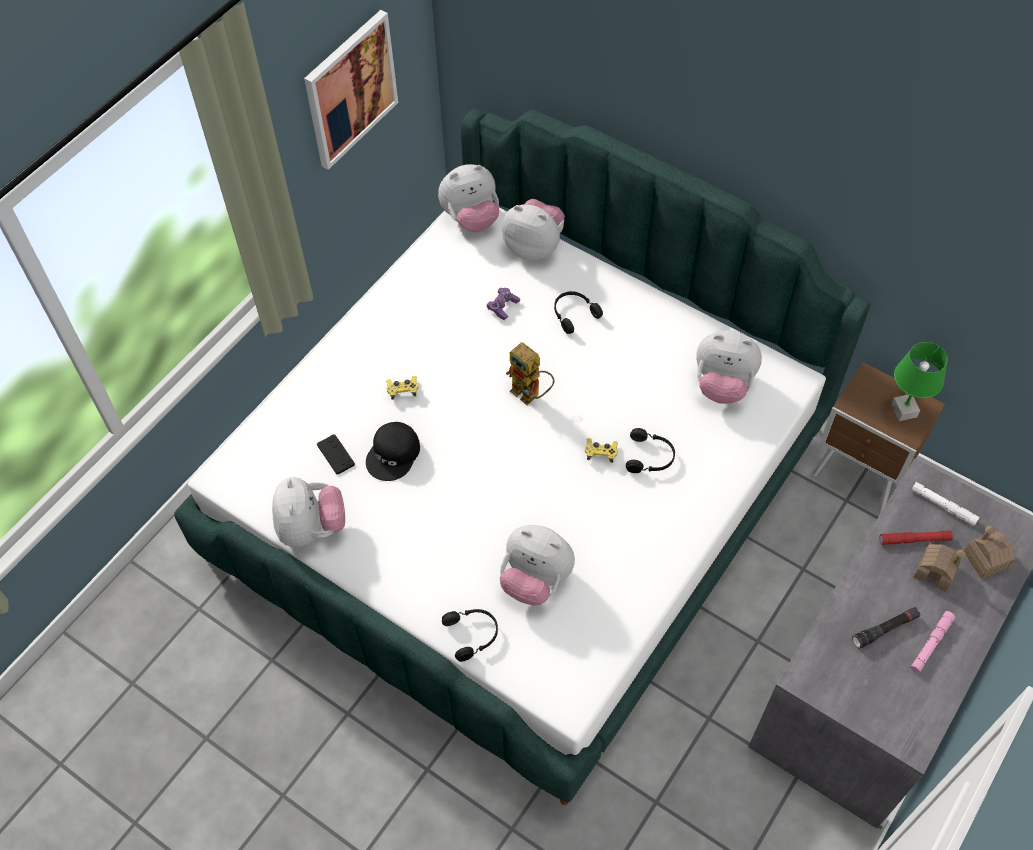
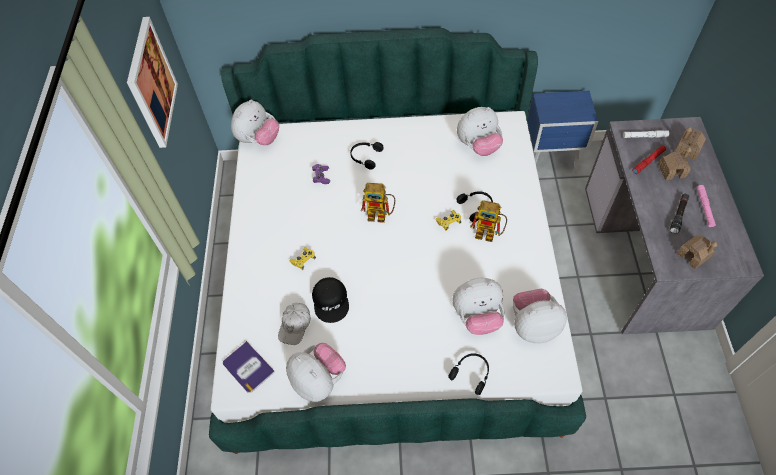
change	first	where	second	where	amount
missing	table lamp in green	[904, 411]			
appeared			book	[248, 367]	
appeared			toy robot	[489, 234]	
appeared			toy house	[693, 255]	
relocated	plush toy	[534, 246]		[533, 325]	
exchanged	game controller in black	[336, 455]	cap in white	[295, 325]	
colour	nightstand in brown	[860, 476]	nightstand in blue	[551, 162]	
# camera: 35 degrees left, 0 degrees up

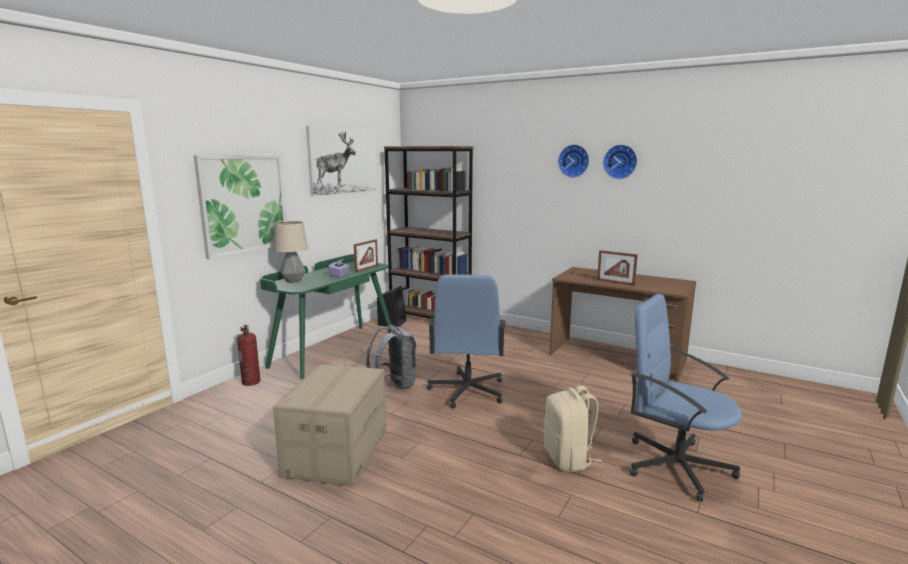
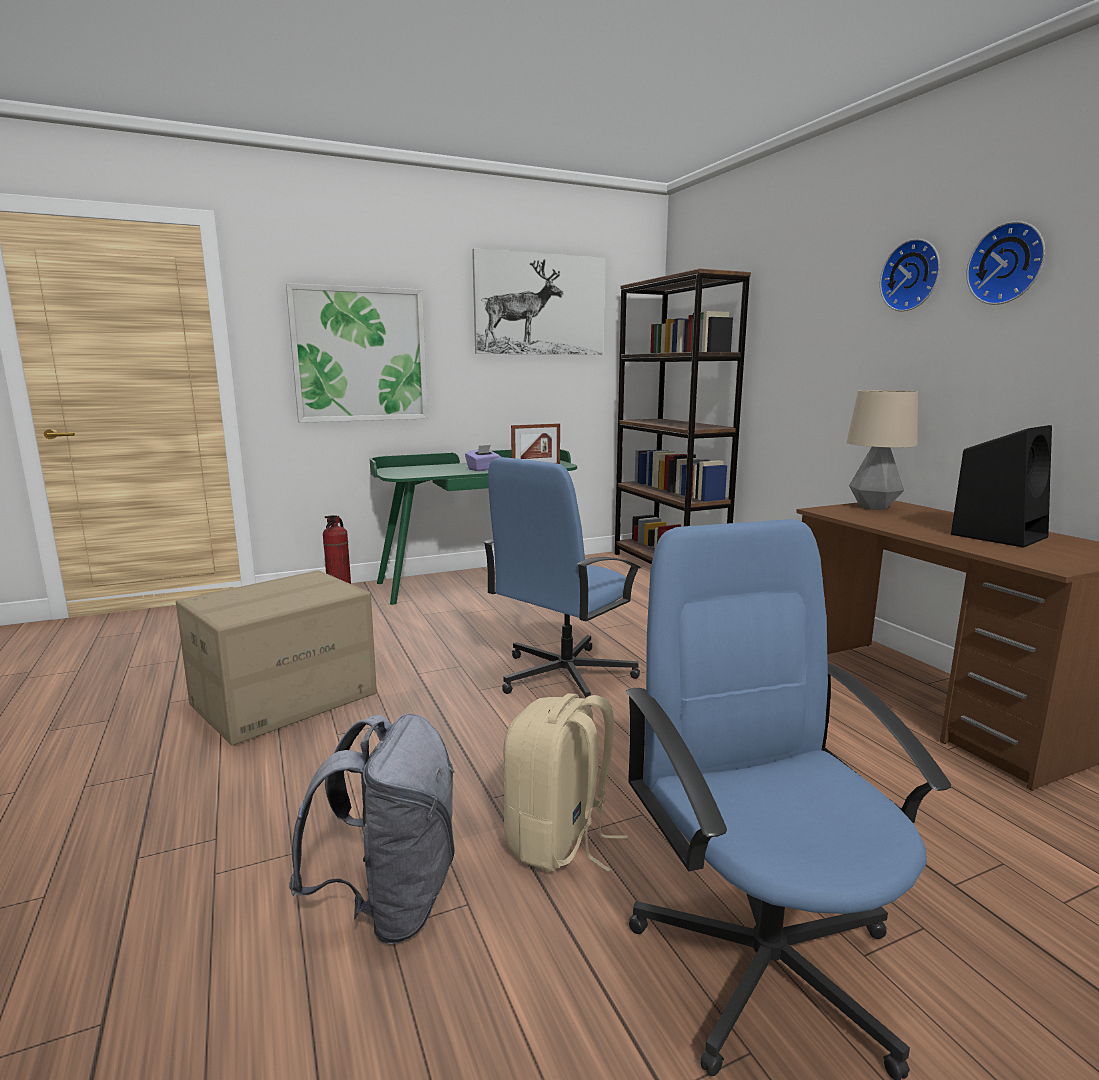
change	first	where	second	where	amount
missing	picture frame	[615, 282]			
relocated	table lamp	[293, 281]		[874, 507]	
relocated	backpack in grey	[394, 385]		[391, 902]	
relocated	speaker in black	[392, 322]		[999, 535]	
# camera: 35 degrees right, 0 degrees up

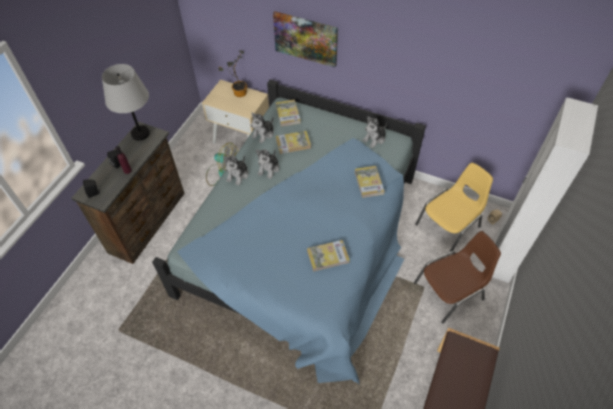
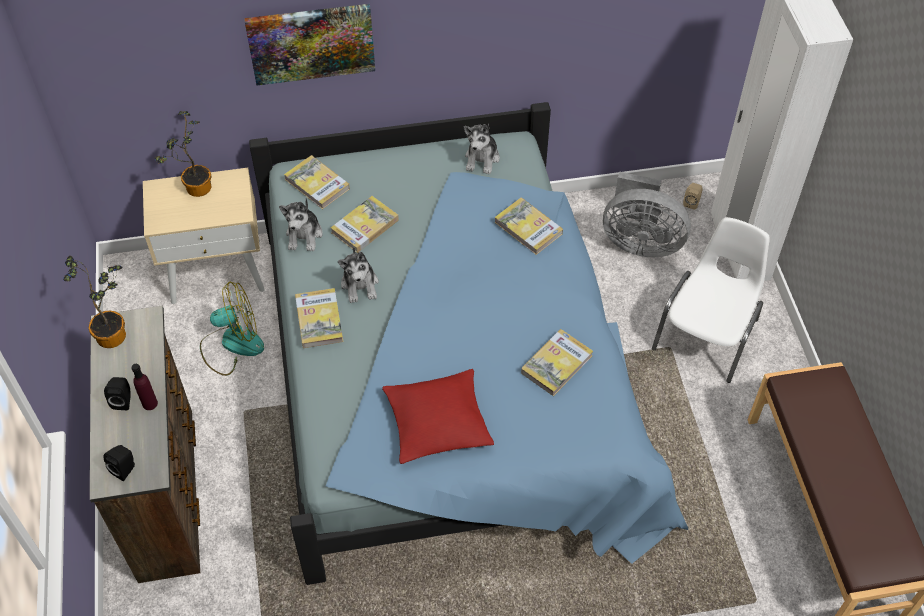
change	first	where	second	where	amount
appeared			pillow in red	[437, 422]	
exchanged	table lamp in grey	[140, 133]	potted plant	[114, 333]	
exchanged	plush toy	[238, 175]	book	[319, 320]	
exchanged	chair in yellow	[449, 226]	fan in grey	[640, 242]	
colour	chair in brown	[450, 291]	chair in white	[707, 334]	
# camera: 35 degrees left, 0 degrees up

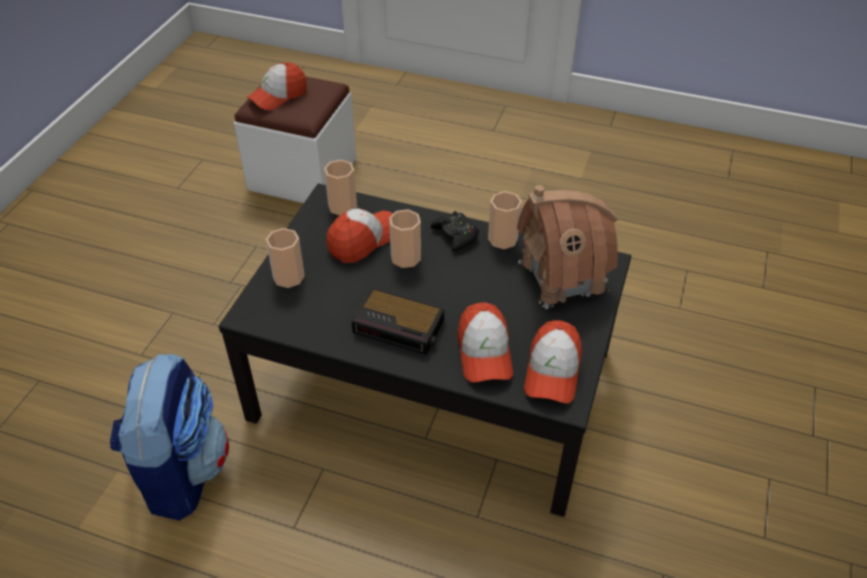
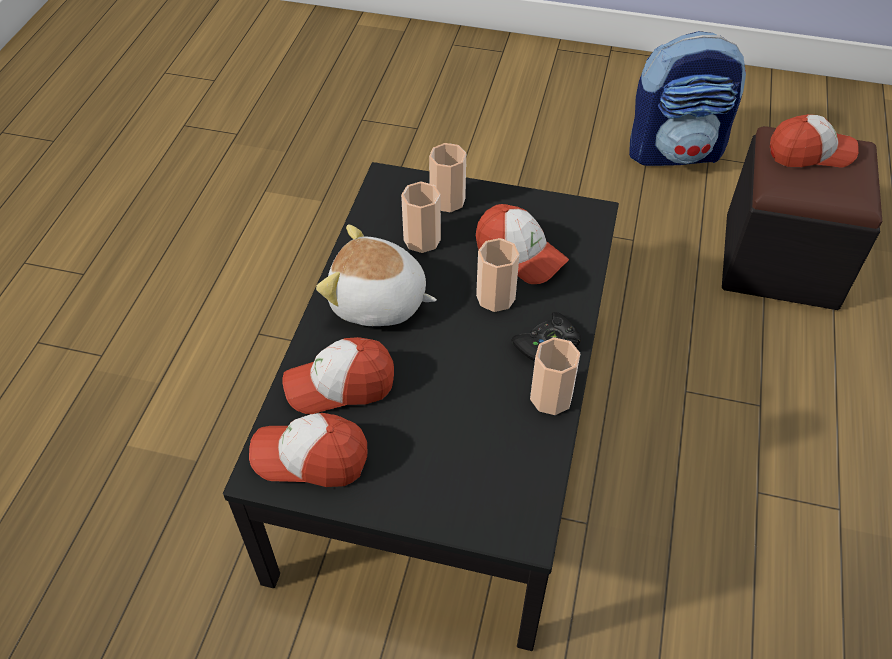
change	first	where	second	where	amount
missing	toy house	[562, 276]			
relocated	backpack	[182, 471]		[675, 151]	
relocated	cup	[342, 206]		[422, 240]	
exchanged	alarm clock	[400, 327]	plush toy	[378, 302]	
colour	ottoman in white	[302, 174]	ottoman in black	[780, 261]	
spun	cap	[278, 96]		[810, 153]	135 degrees clockwise
# camera: 85 degrees right, 5 degrees up

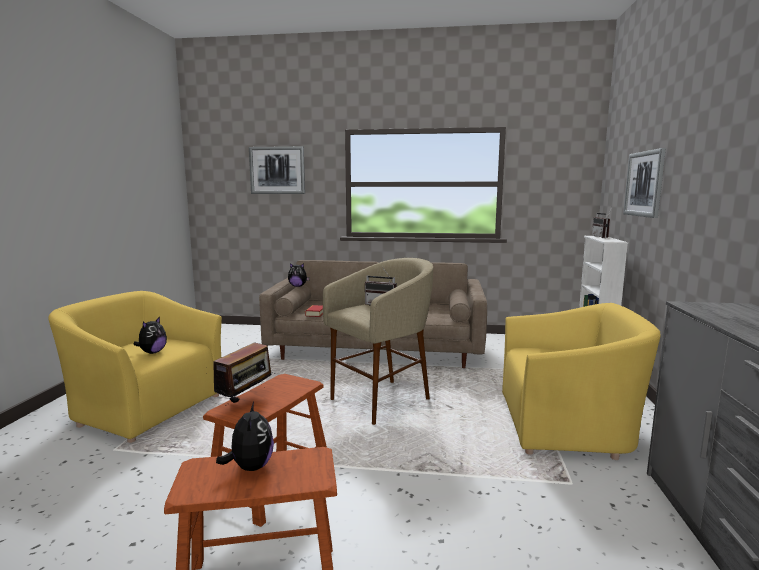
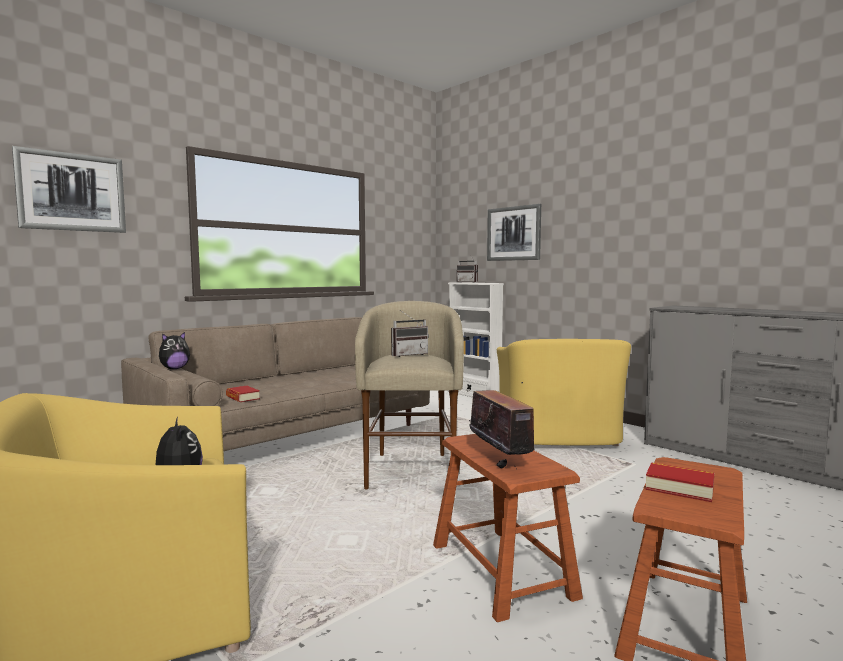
change	first	where	second	where	amount
exchanged	plush toy	[250, 467]	book	[679, 488]	
spun	armchair in yellow	[566, 426]		[558, 437]	135 degrees clockwise
# camera: 50 degrees left, 5 degrees down

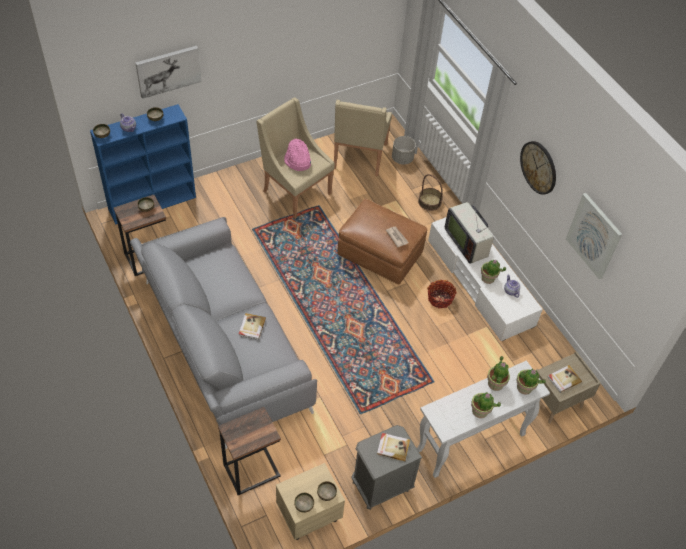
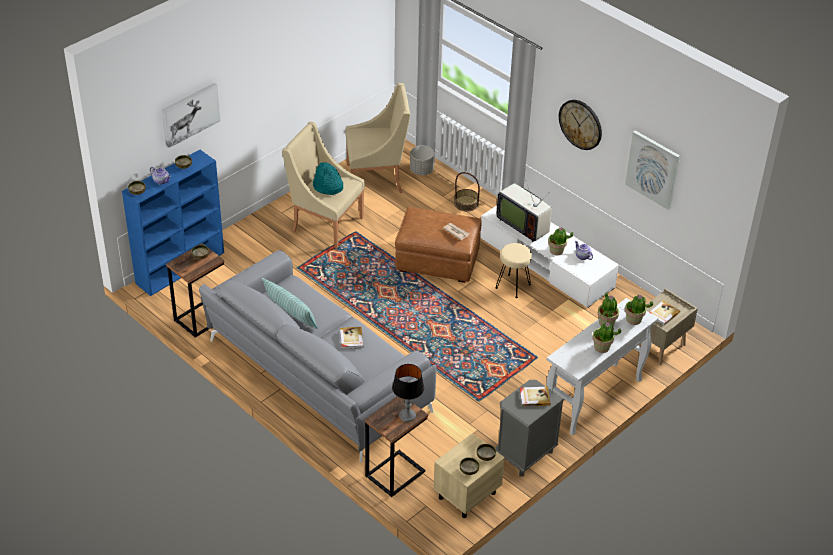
change	first	where	second	where	amount
appeared			pillow	[290, 314]	
appeared			table lamp	[407, 415]	
exchanged	basket	[440, 299]	stool in beige	[513, 286]	
colour	hat in pink	[297, 161]	hat in turquoise	[327, 187]	
spun	armchair in beige	[359, 157]		[377, 179]	90 degrees counterclockwise
# camera: 15 degrees left, 10 degrees down

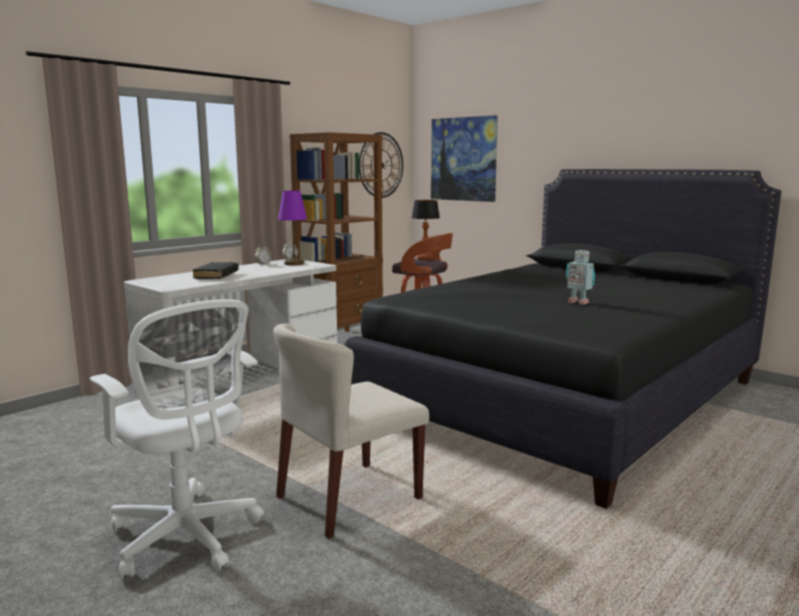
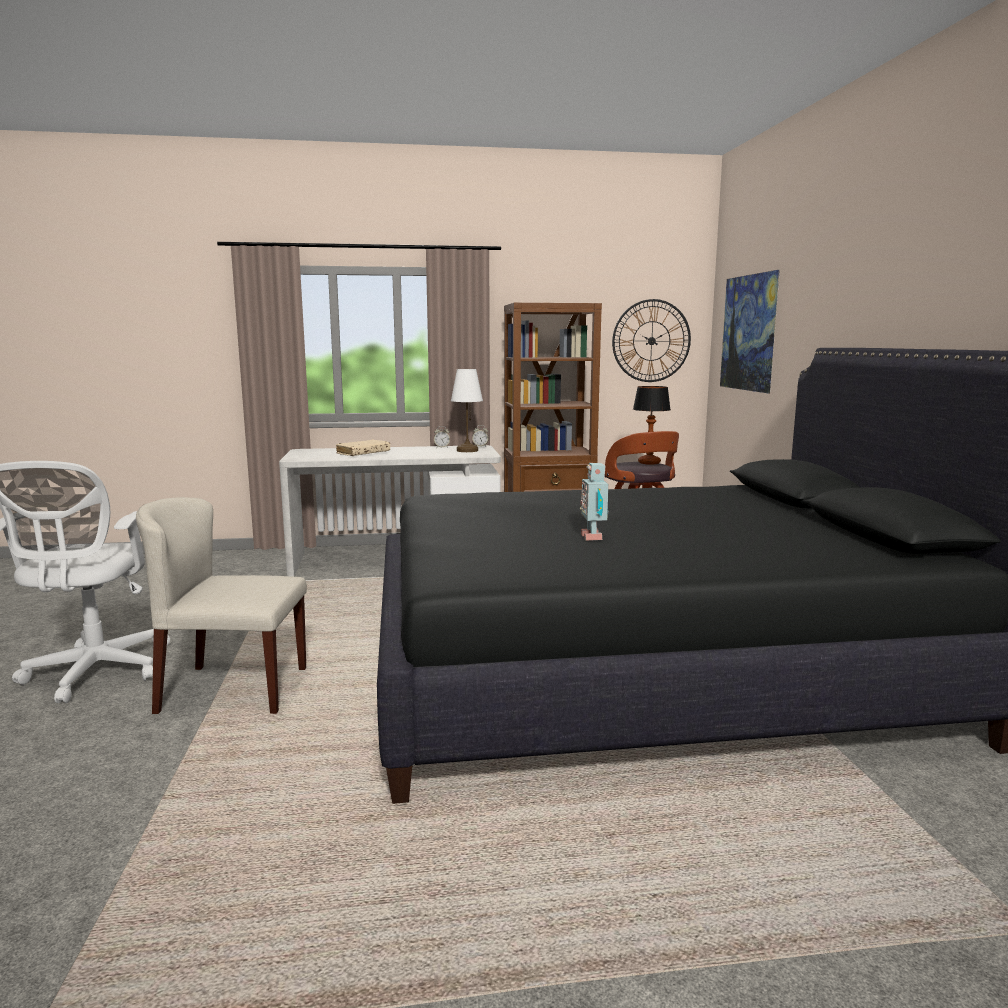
change	first	where	second	where	amount
colour	book in black	[216, 276]	book in beige	[363, 453]	
colour	table lamp in purple	[294, 264]	table lamp in white	[467, 450]	
# camera: 40 degrees right, 0 degrees up

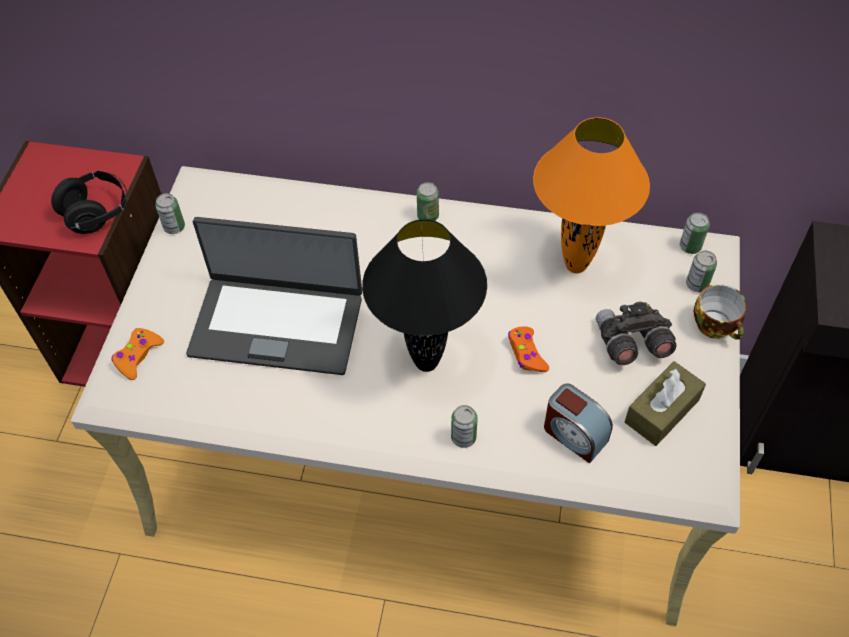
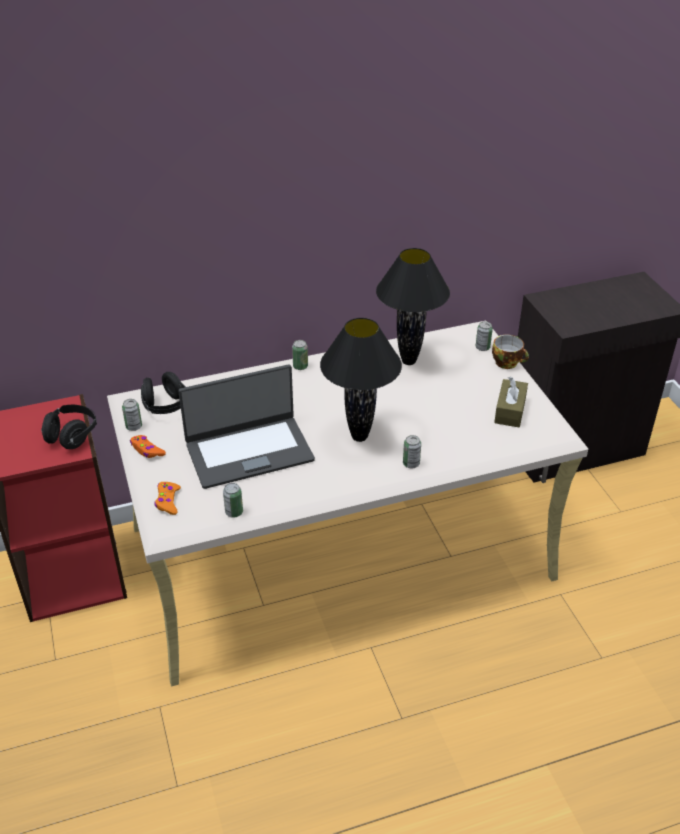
change	first	where	second	where	amount
missing	alarm clock	[574, 435]			
missing	binoculars in grey	[630, 343]			
appeared			headphones in black	[166, 406]	
relocated	game controller in orange	[526, 353]		[147, 450]	
relocated	can	[690, 246]		[234, 512]	
colour	table lamp in orange	[576, 266]	table lamp in black	[409, 361]	
# camera: 30 degrees left, 15 degrees down

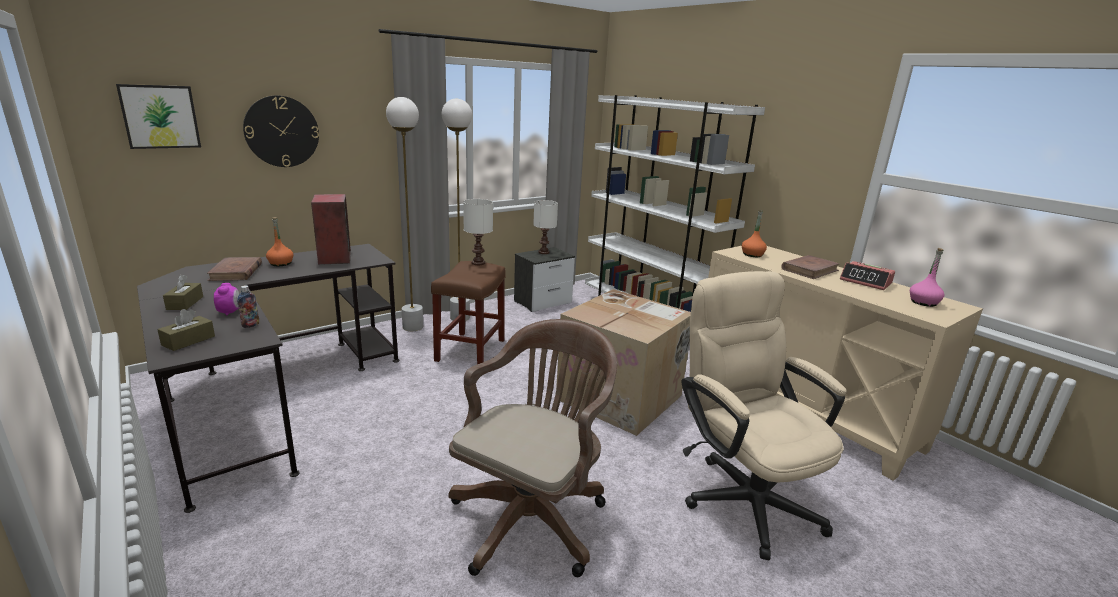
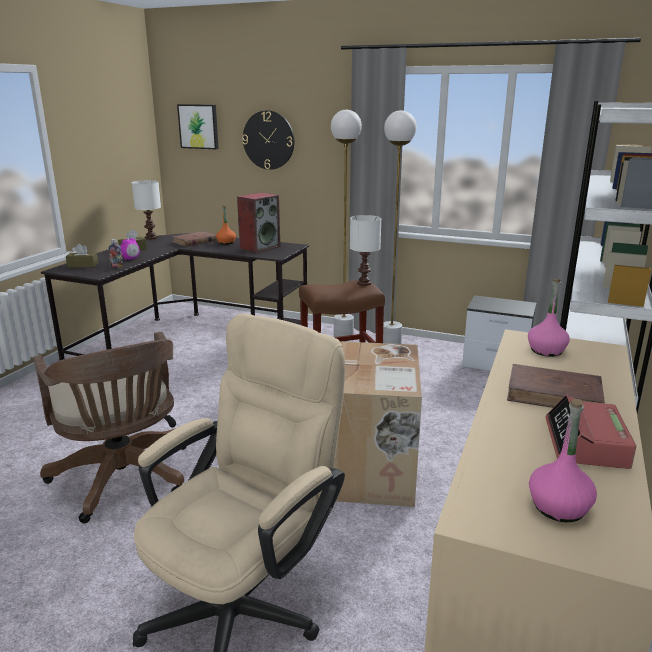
change	first	where	second	where	amount
relocated	table lamp in white	[544, 252]		[150, 238]	
colour	bottle in orange	[752, 254]	bottle in pink	[546, 350]	
spun	office chair in brown	[533, 516]		[124, 480]	60 degrees clockwise
# camera: 60 degrees right, 0 degrees up

